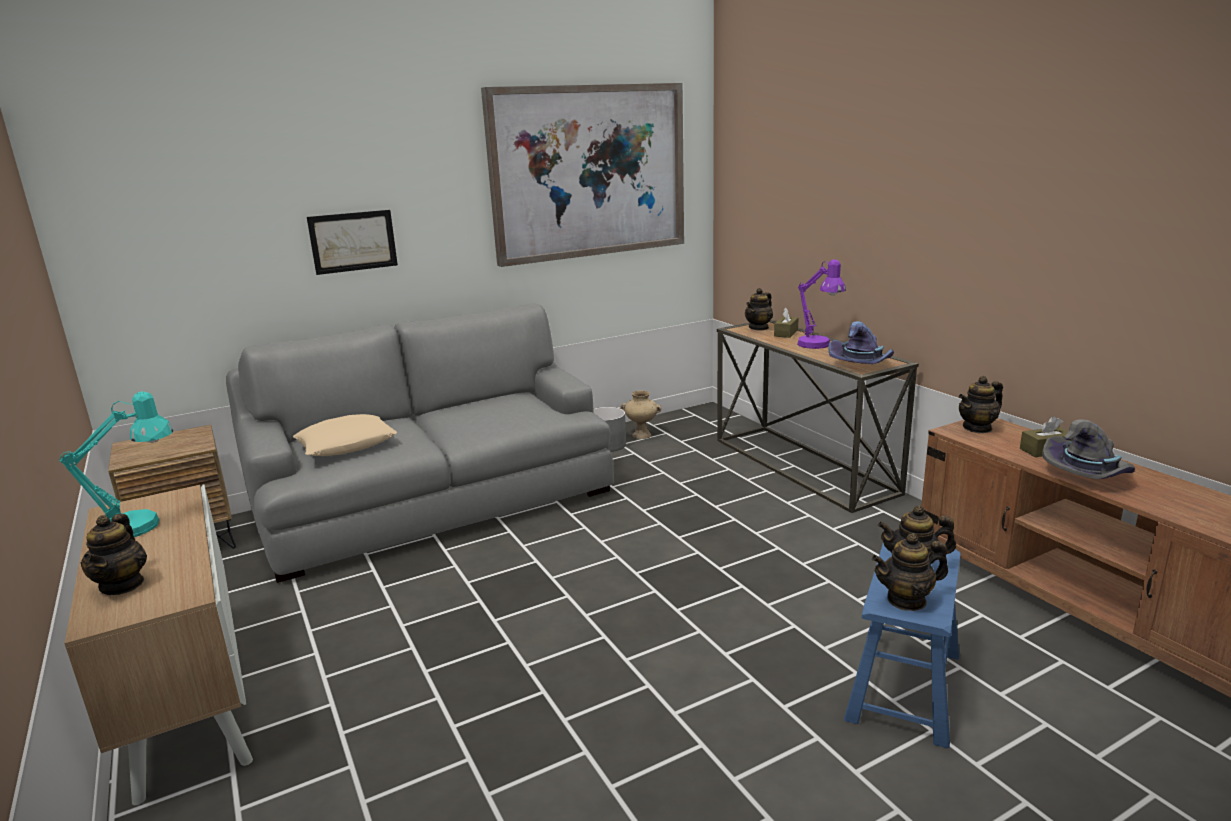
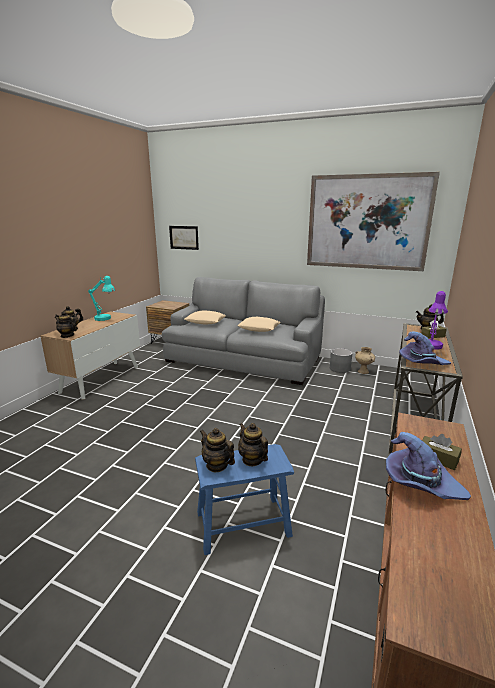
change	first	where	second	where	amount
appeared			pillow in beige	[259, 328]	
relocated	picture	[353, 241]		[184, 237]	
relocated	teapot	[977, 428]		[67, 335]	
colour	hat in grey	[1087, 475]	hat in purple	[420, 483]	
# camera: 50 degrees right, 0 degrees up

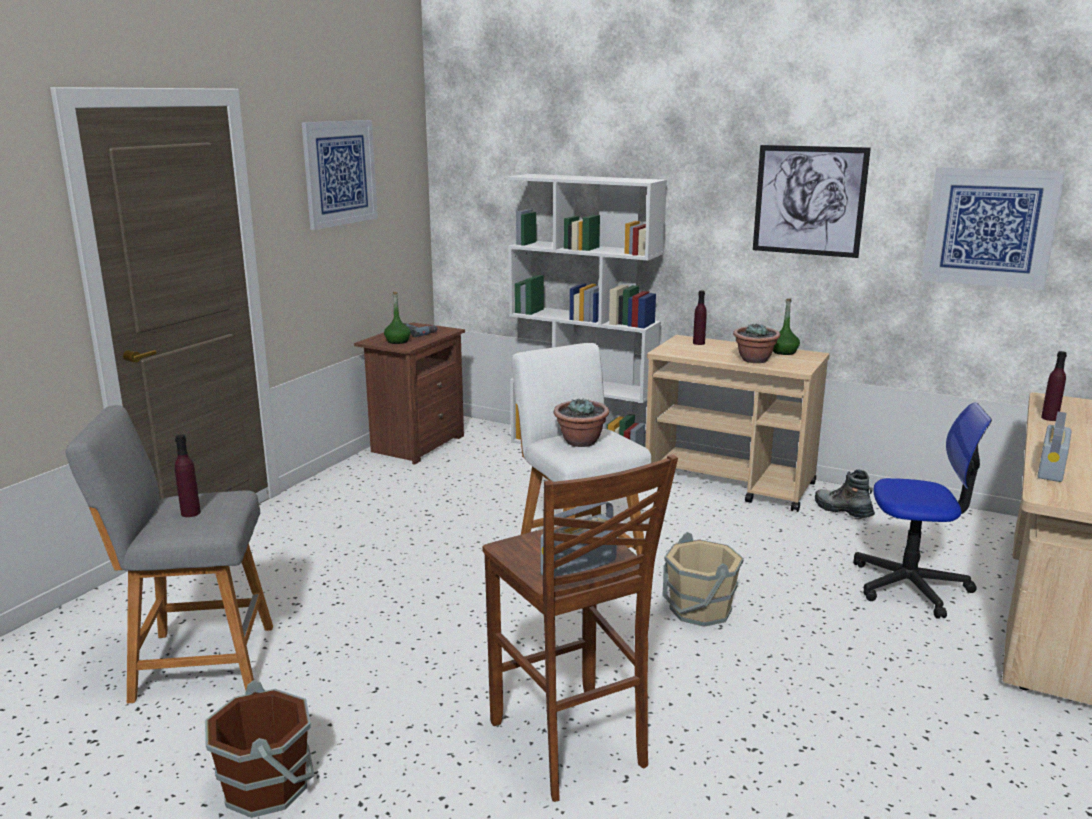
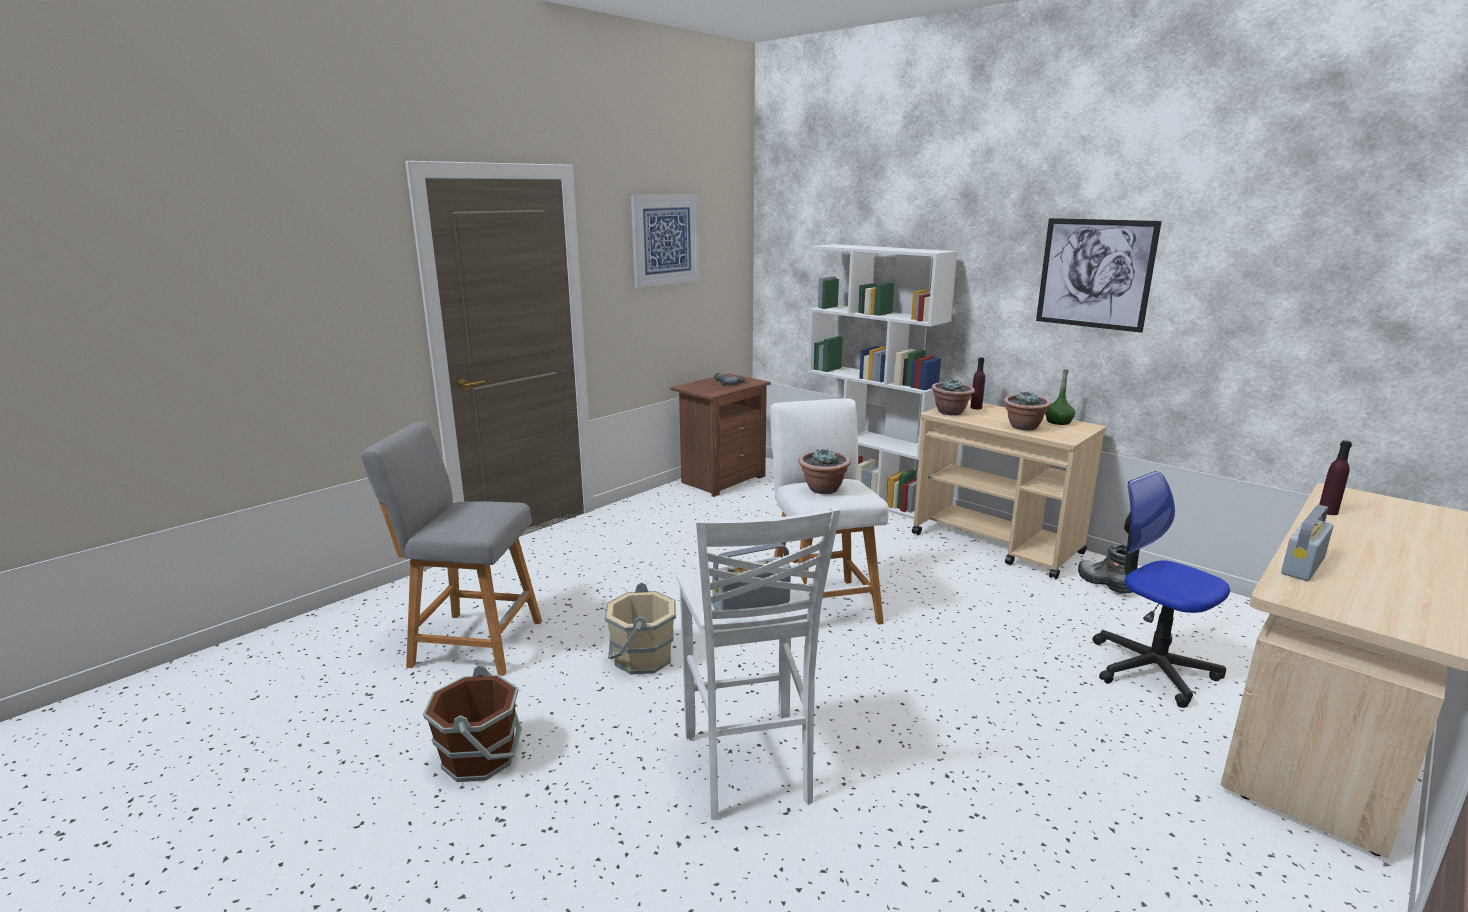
change	first	where	second	where	amount
missing	bottle in purple	[190, 513]			
missing	bottle in green	[398, 341]			
missing	picture	[990, 227]			
appeared			potted plant	[950, 412]	
relocated	bucket in beige	[699, 610]		[641, 658]	
colour	stool in brown	[570, 746]	stool in white	[748, 770]	
spun	office chair	[910, 586]		[1151, 668]	150 degrees counterclockwise
# camera: 15 degrees right, 0 degrees up

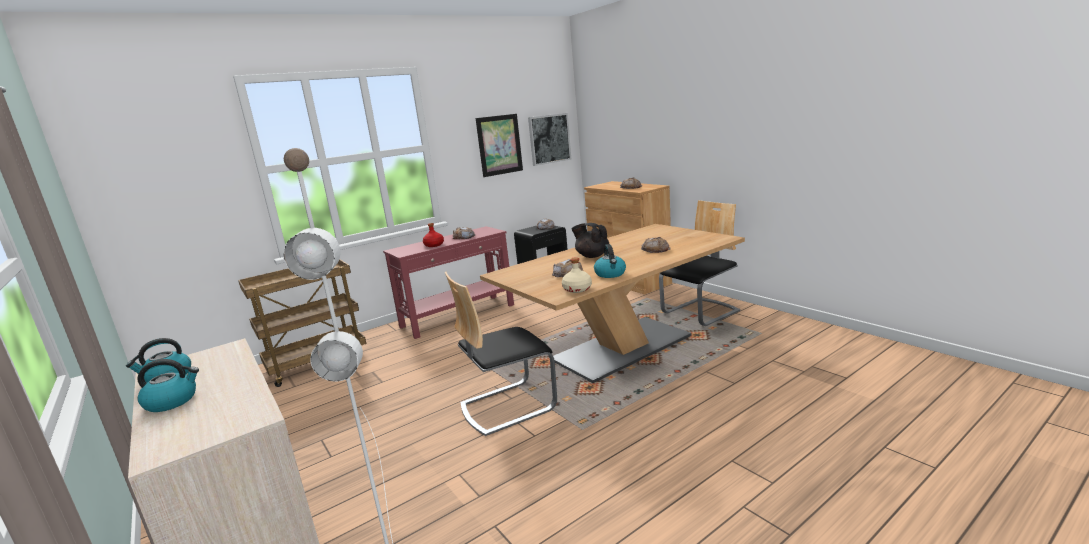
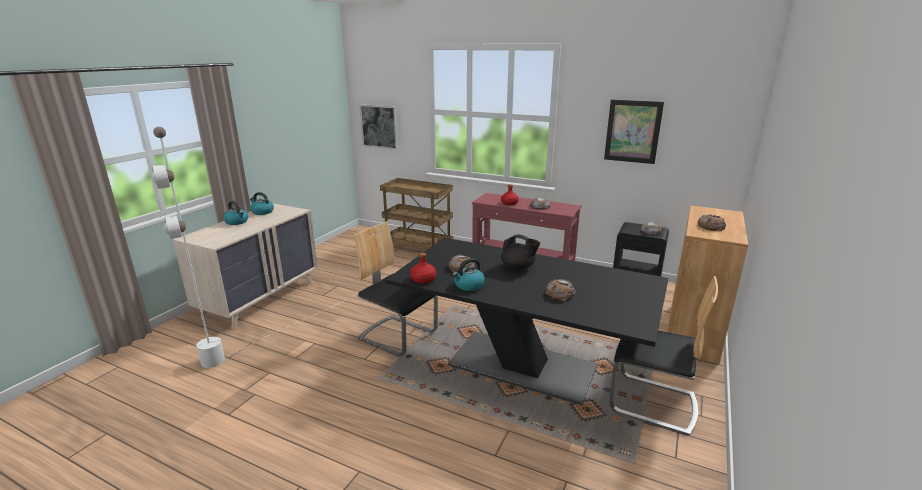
change	first	where	second	where	amount
relocated	picture	[549, 139]		[379, 126]	
colour	dining table in beige	[622, 348]	dining table in black	[522, 366]	
colour	bottle in beige	[577, 289]	bottle in red	[423, 279]	
spun	teapot in black	[592, 256]		[518, 267]	105 degrees clockwise
# camera: 60 degrees right, 5 degrees up

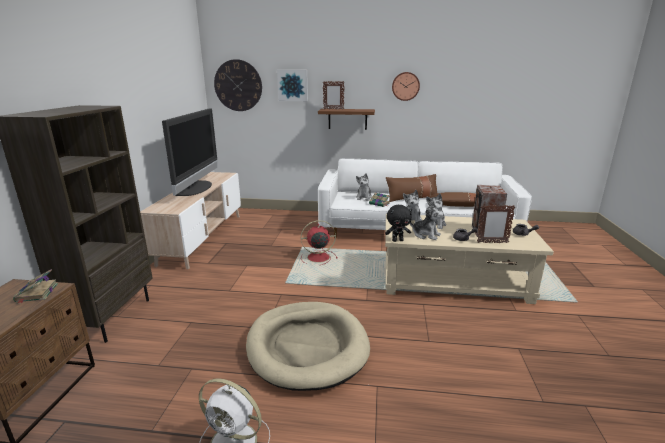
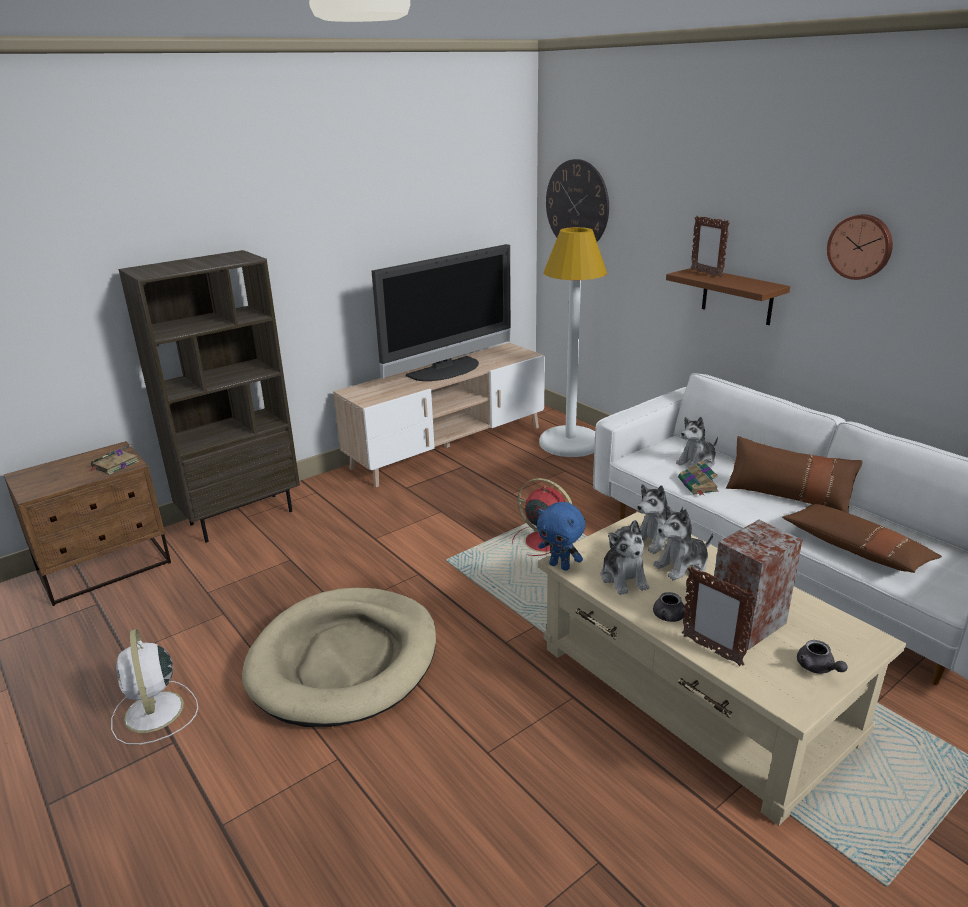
change	first	where	second	where	amount
missing	picture	[293, 85]			
appeared			floor lamp in white	[570, 443]	
colour	plush toy in black	[397, 240]	plush toy in blue	[560, 566]	
# camera: 45 degrees right, 5 degrees up

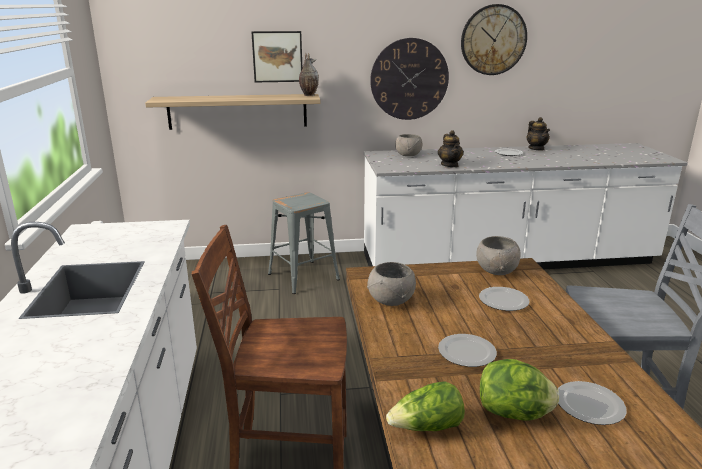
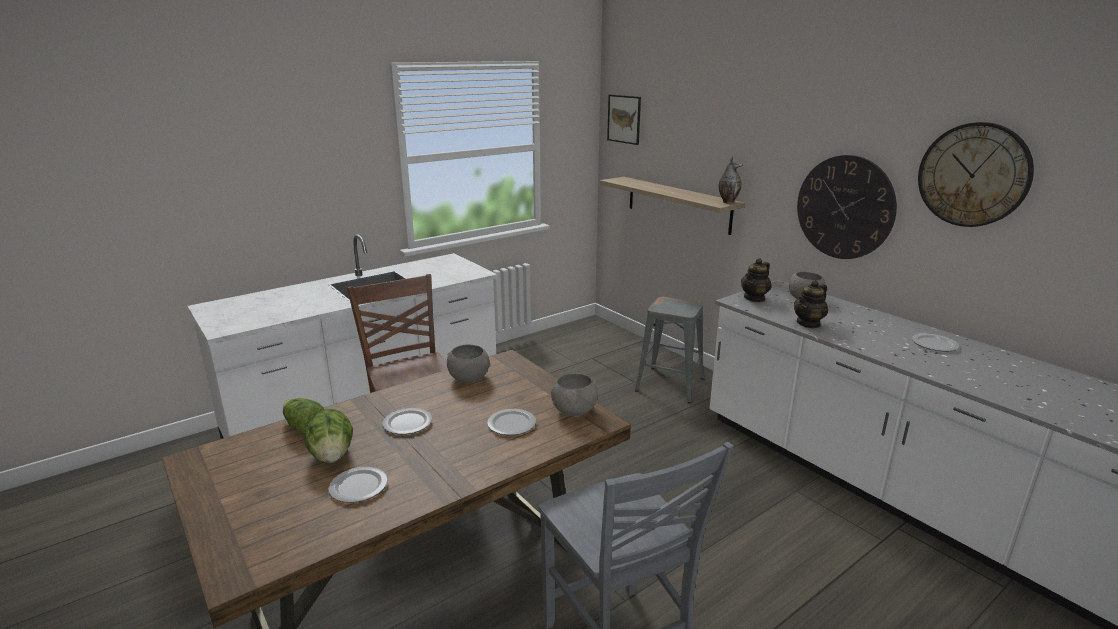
change	first	where	second	where	amount
relocated	picture	[277, 56]		[624, 119]	
relocated	teapot	[536, 149]		[754, 298]	
# camera: 60 degrees right, 0 degrees up

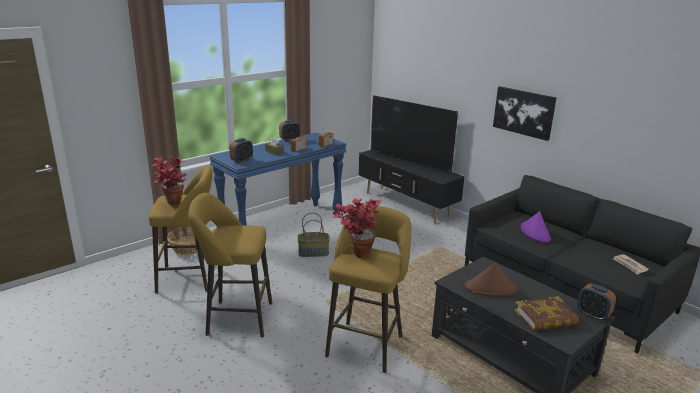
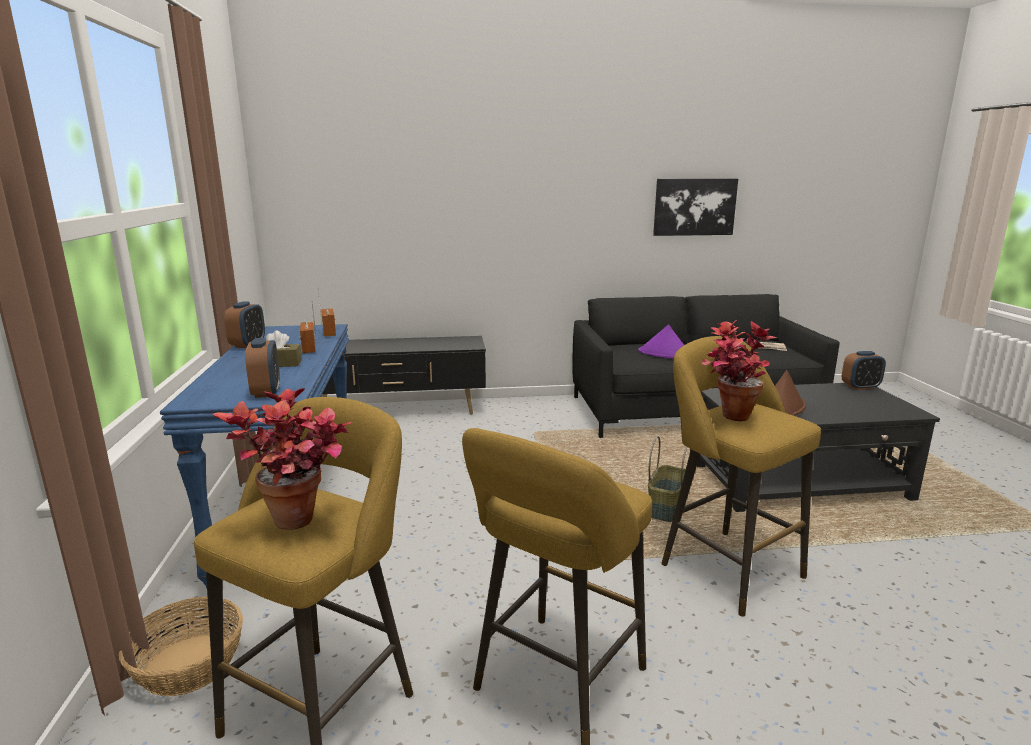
change	first	where	second	where	amount
missing	television	[409, 161]			
missing	book	[545, 318]			
relocated	basket	[313, 252]		[665, 507]	
relocated	picture	[524, 112]		[694, 207]	
# camera: 55 degrees left, 5 degrees down

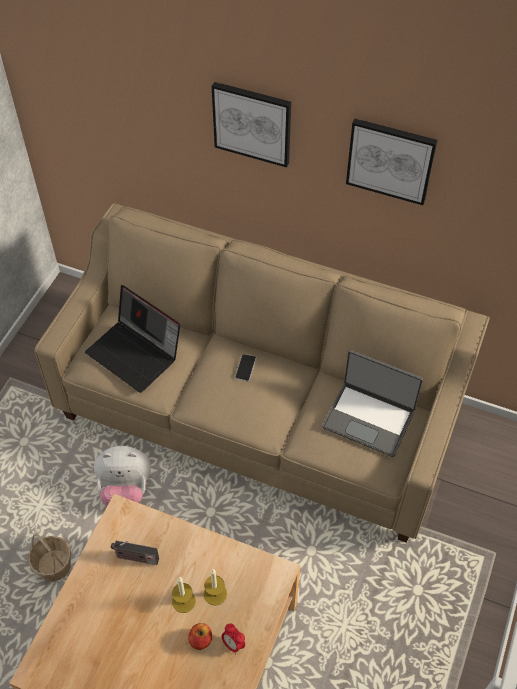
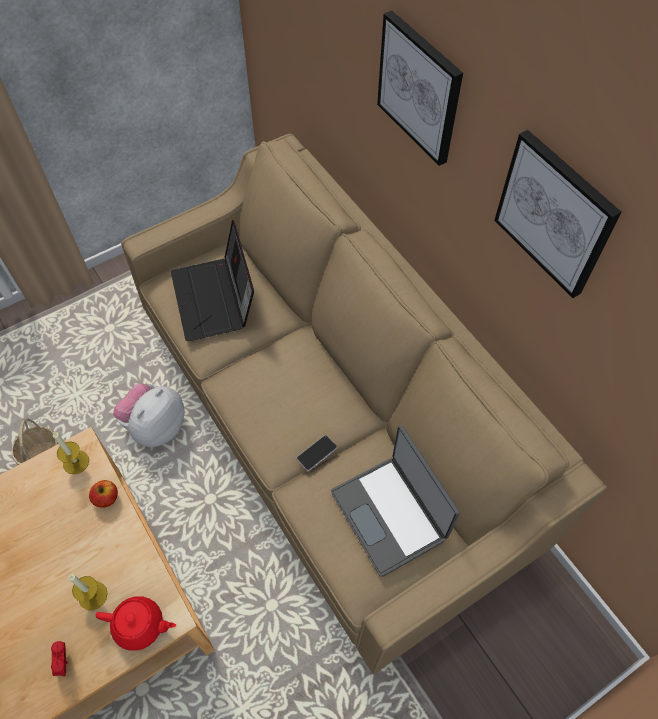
change	first	where	second	where	amount
missing	radio	[135, 558]			
appeared			teapot in red	[140, 626]	
relocated	candle	[183, 601]		[76, 462]	
relocated	apple	[201, 640]		[106, 498]	
relocated	phone	[245, 368]		[317, 453]	
spun	plush toy	[125, 489]		[155, 426]	90 degrees clockwise
# camera: 35 degrees right, 5 degrees up

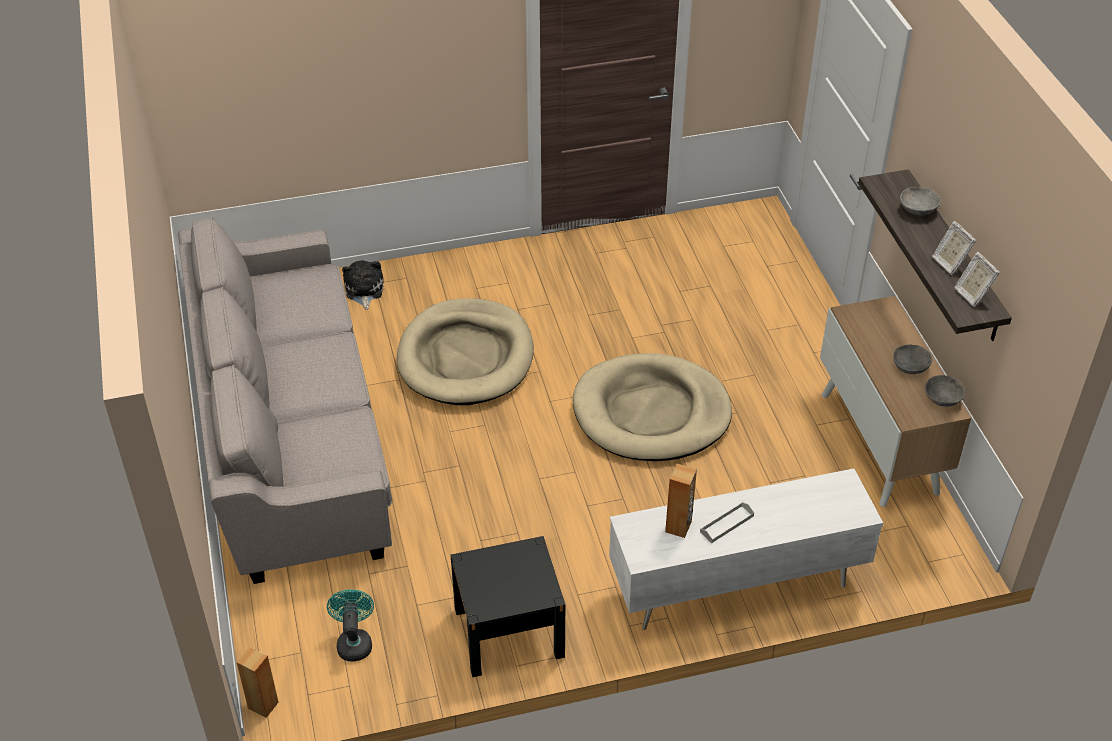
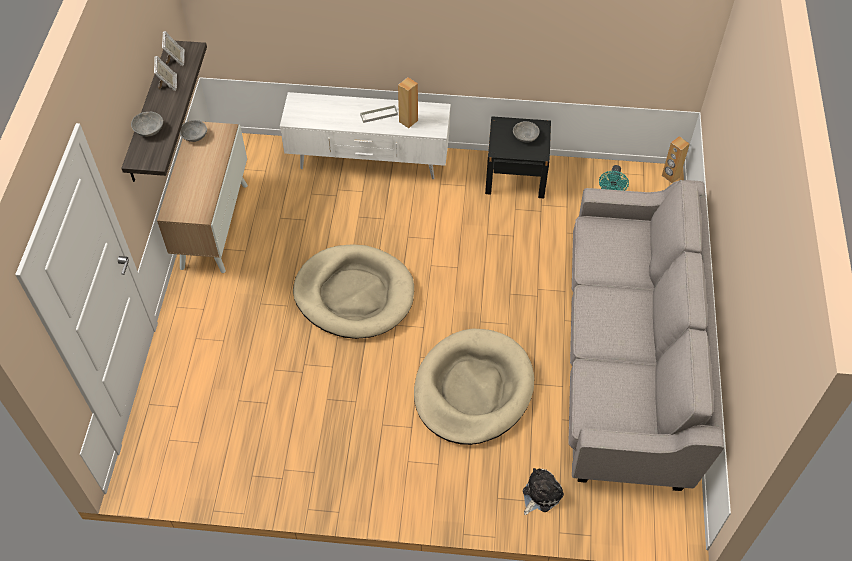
change	first	where	second	where	amount
relocated	bowl in grey	[911, 367]		[525, 137]	
spun	plush toy	[363, 290]		[540, 494]	150 degrees counterclockwise
# camera: 160 degrees left, 10 degrees up

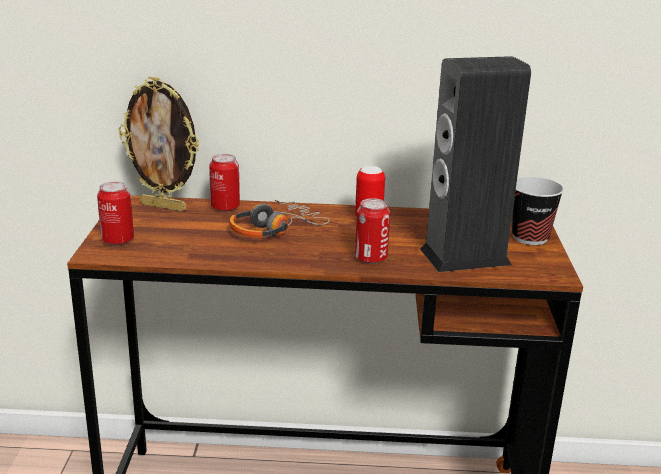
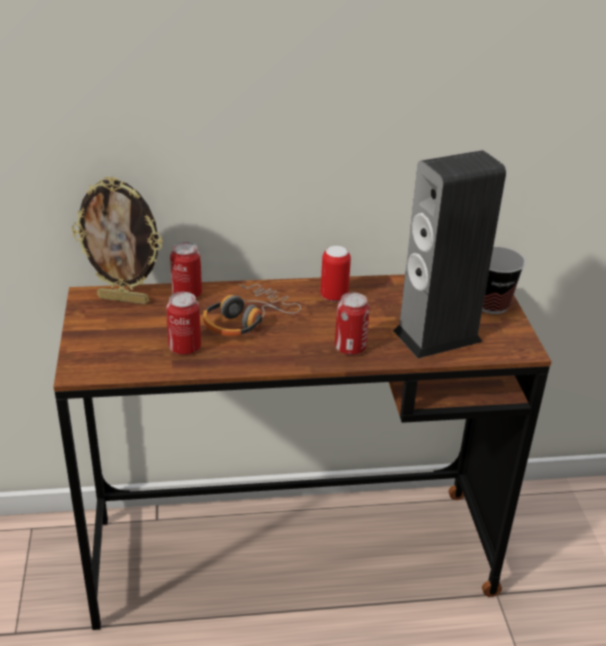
change	first	where	second	where	amount
relocated	can	[117, 240]		[184, 347]	
# camera: 10 degrees left, 10 degrees up

